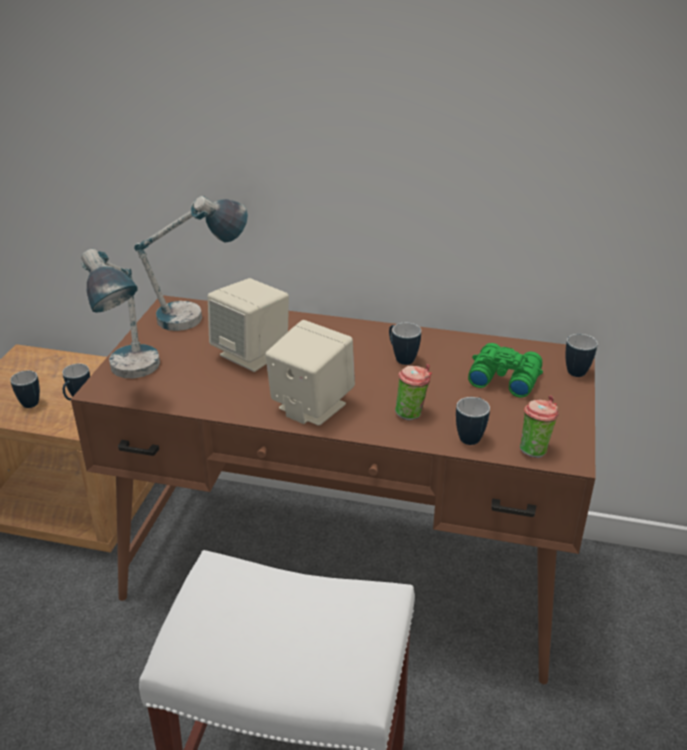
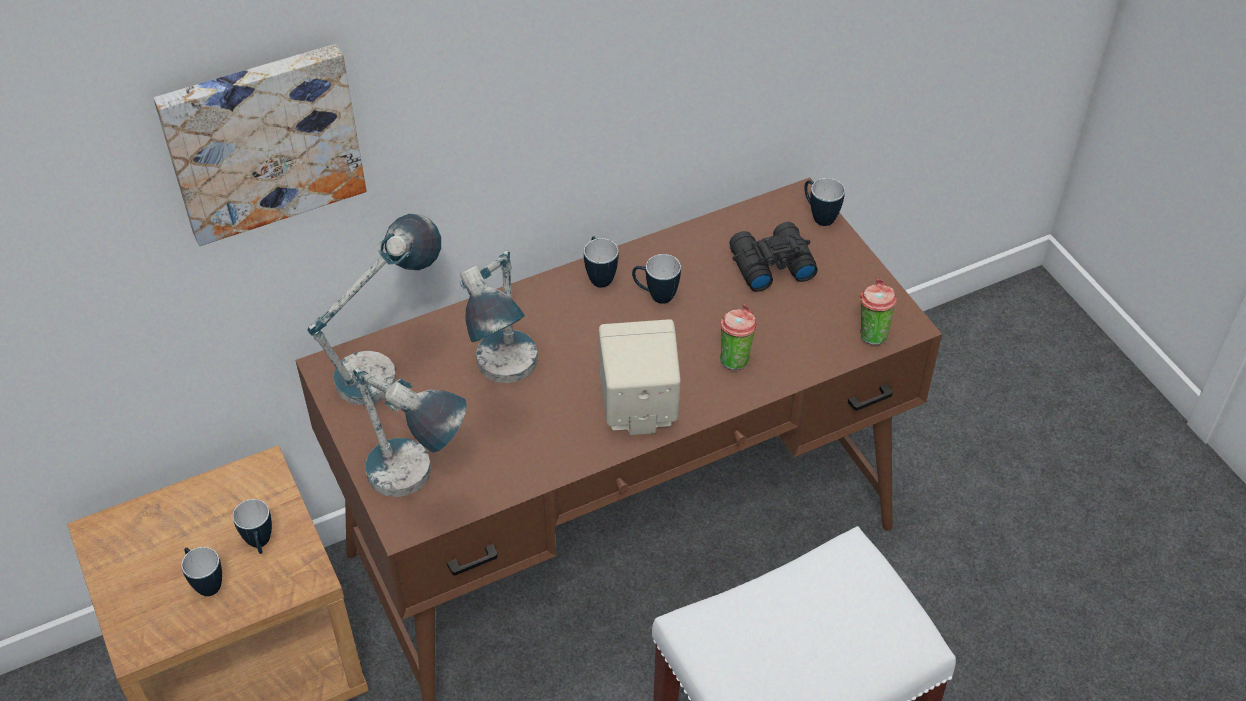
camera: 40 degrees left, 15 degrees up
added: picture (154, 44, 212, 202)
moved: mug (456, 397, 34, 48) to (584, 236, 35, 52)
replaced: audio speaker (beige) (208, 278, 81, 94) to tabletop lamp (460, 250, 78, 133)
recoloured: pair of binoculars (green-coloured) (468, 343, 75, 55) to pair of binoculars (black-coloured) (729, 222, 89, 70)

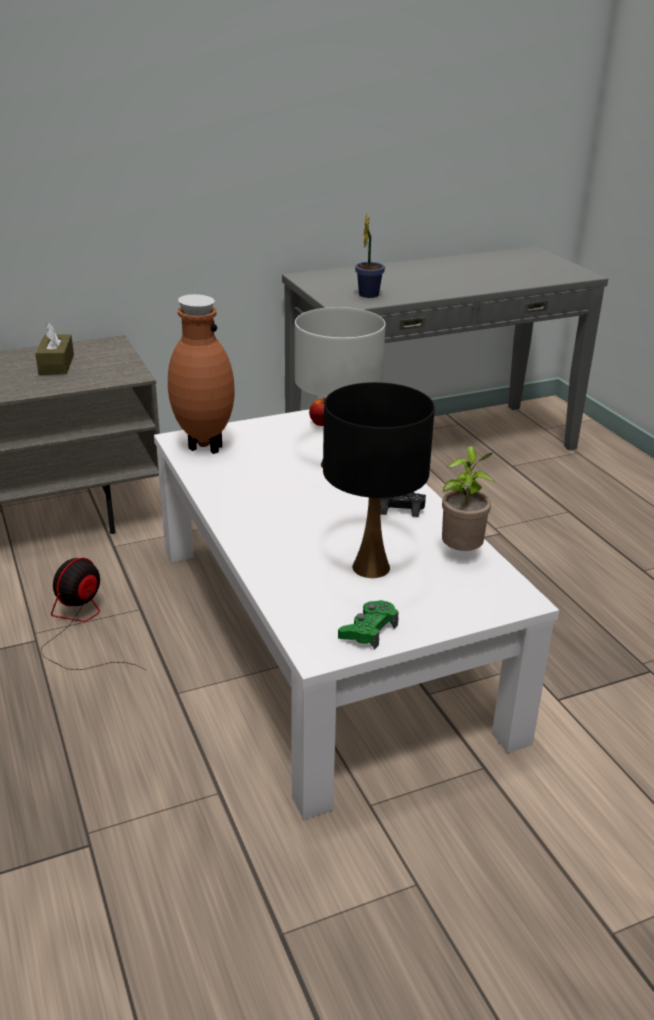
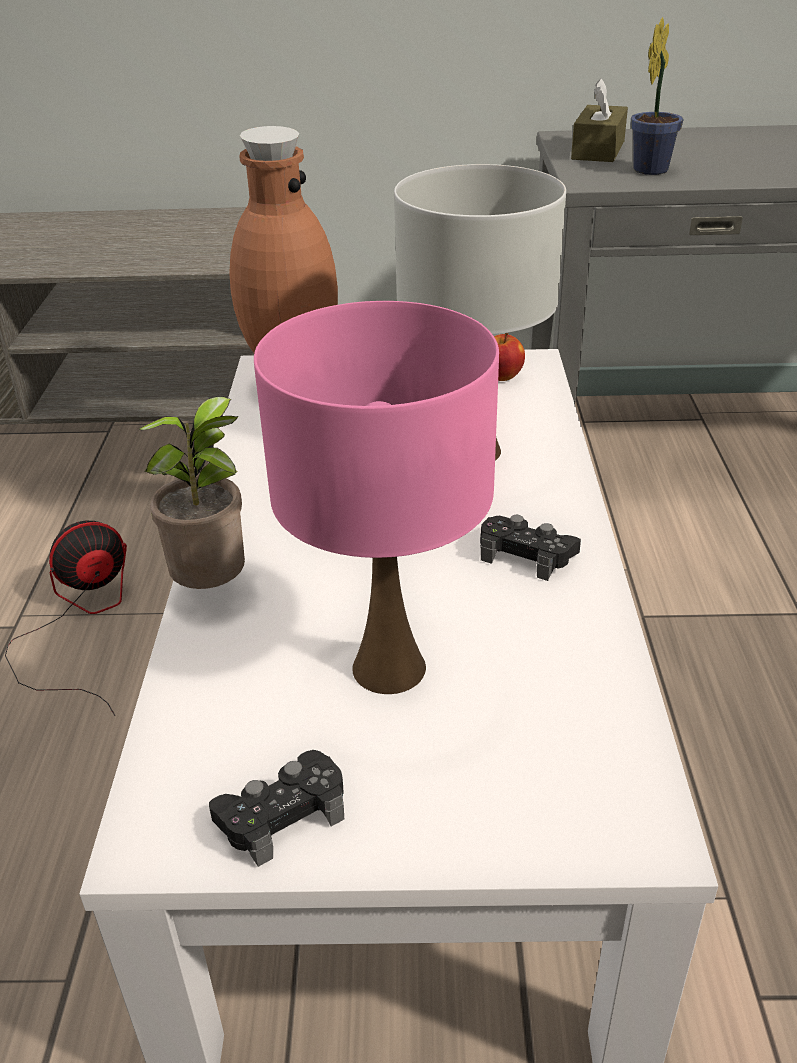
camera: 25 degrees right, 5 degrees up
moved: box of tissues (brown) (35, 322, 39, 53) to (571, 78, 57, 84); plant in a pot (442, 446, 53, 105) to (139, 396, 106, 193)
recoloured: tabletop lamp (black-coloured) (323, 382, 112, 196) to tabletop lamp (pink) (254, 301, 245, 393); joypad (green-coloured) (338, 600, 61, 49) to joypad (black-coloured) (209, 750, 135, 117)

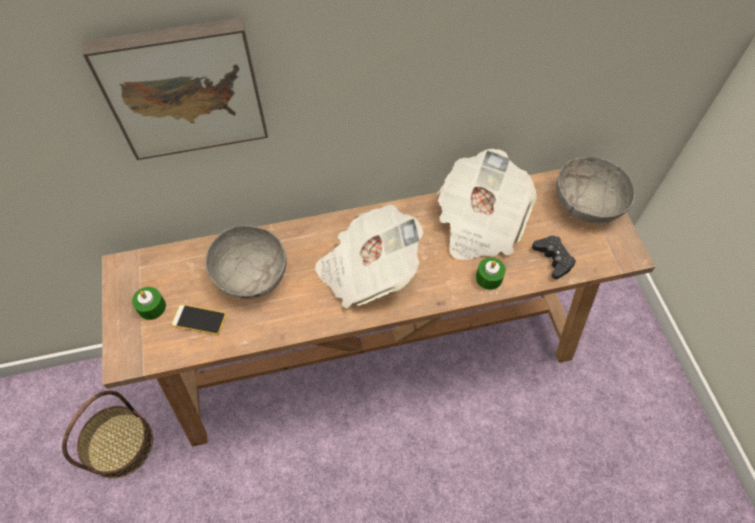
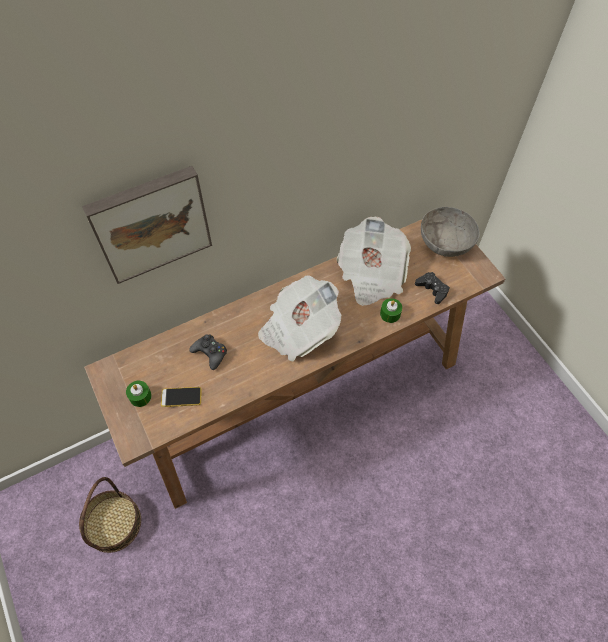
camera: 15 degrees left, 0 degrees up
replaced: serving bowl (grey) (205, 225, 82, 74) to joypad (black-coloured) (189, 334, 38, 36)

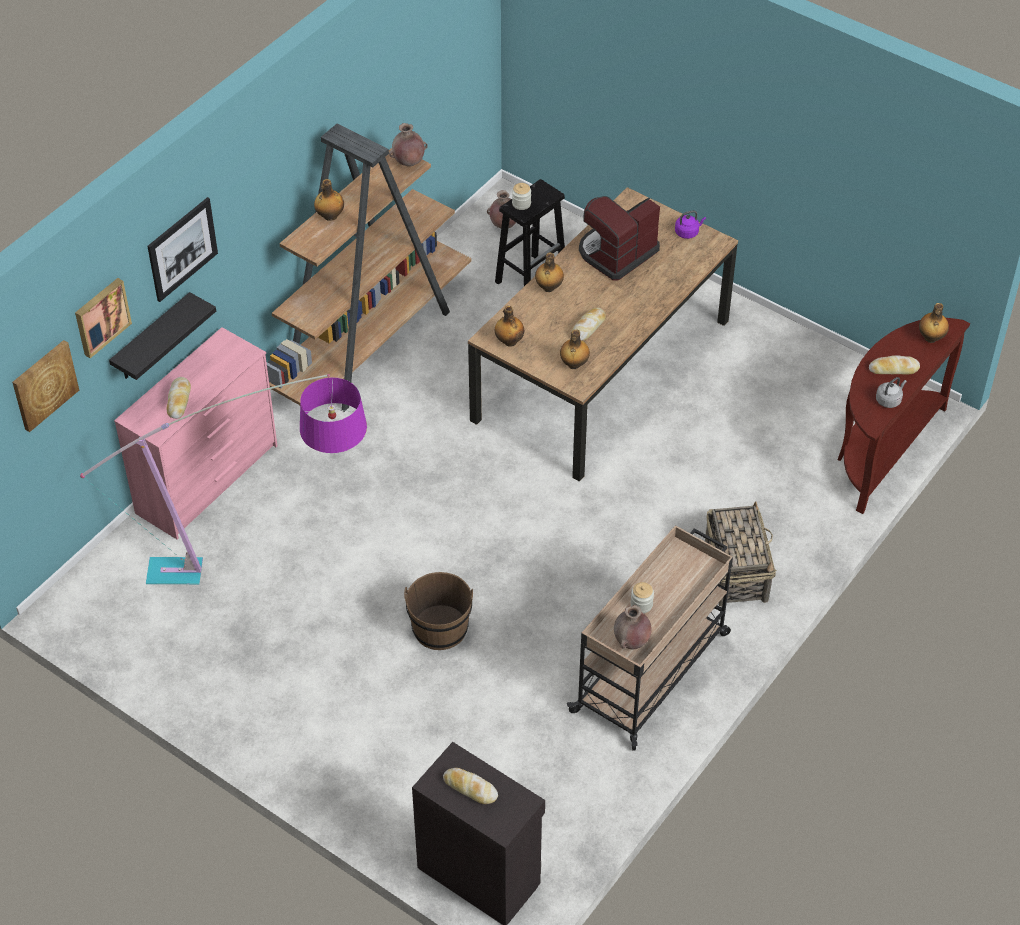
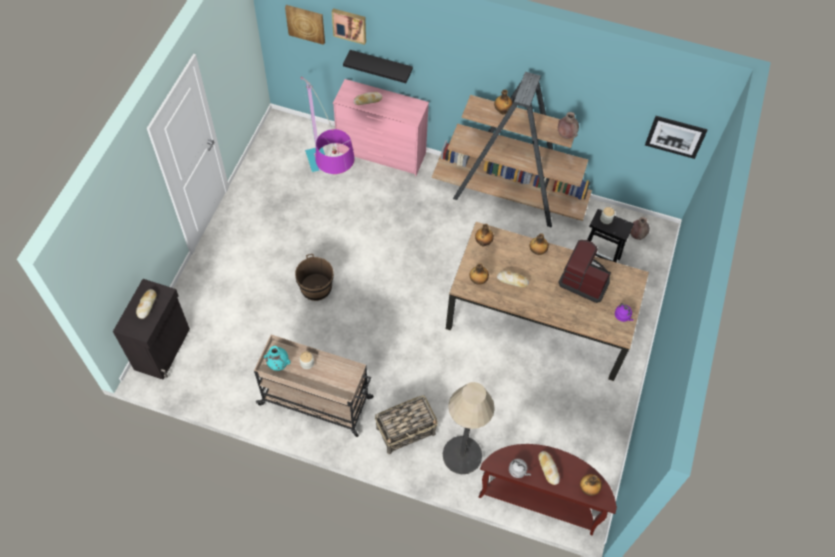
camera: 70 degrees right, 10 degrees up
added: standard lamp (443, 382, 52, 92)
moved: picture (147, 197, 71, 105) to (645, 116, 63, 43)
recoloured: flower vase (brown) (614, 605, 38, 44) to flower vase (blue-green) (264, 346, 27, 25)

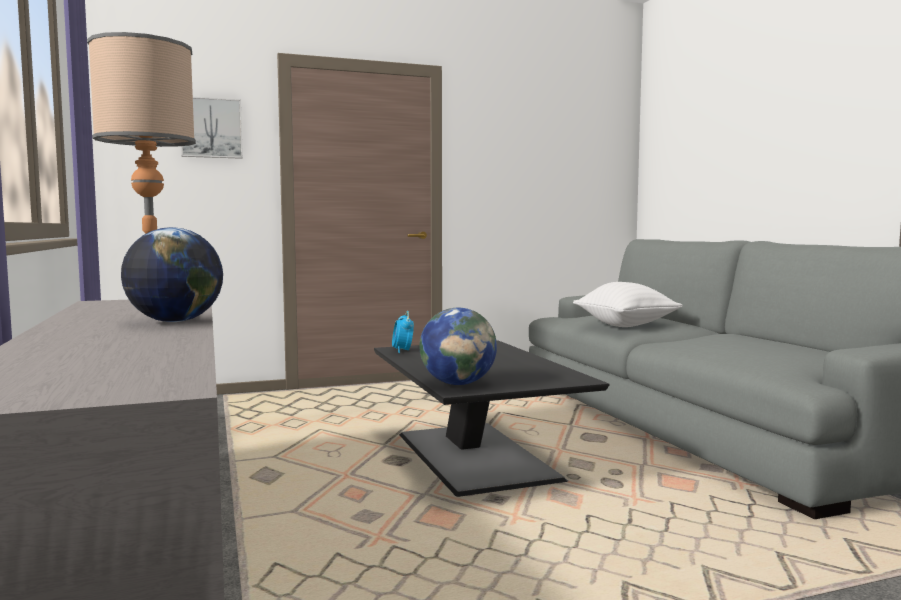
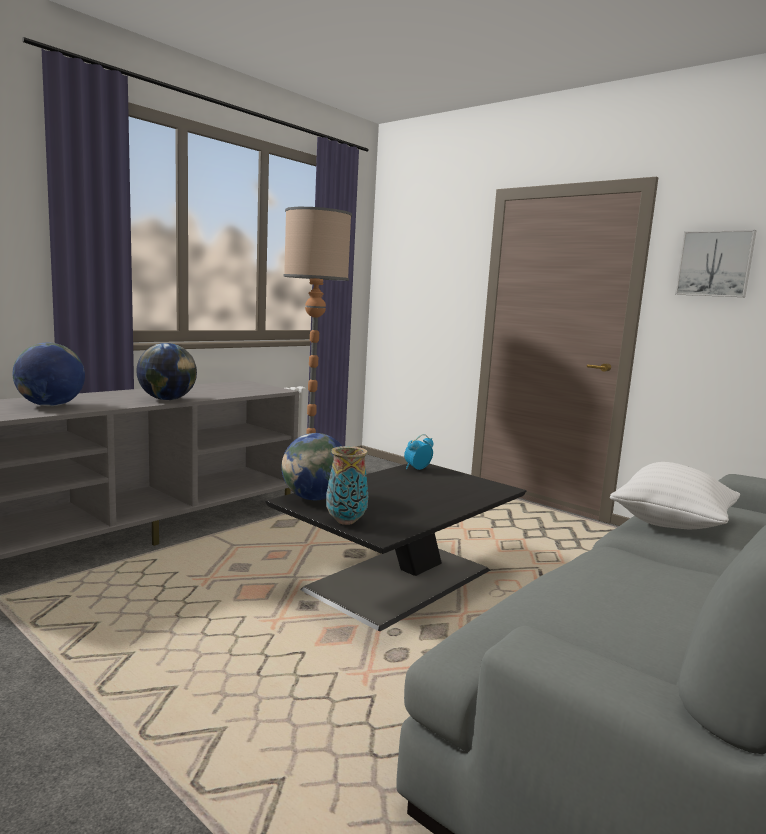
camera: 60 degrees right, 5 degrees up
added: world globe (13, 343, 72, 63); flower vase (326, 446, 42, 79)
moved: picture (181, 97, 62, 62) to (675, 230, 81, 67)

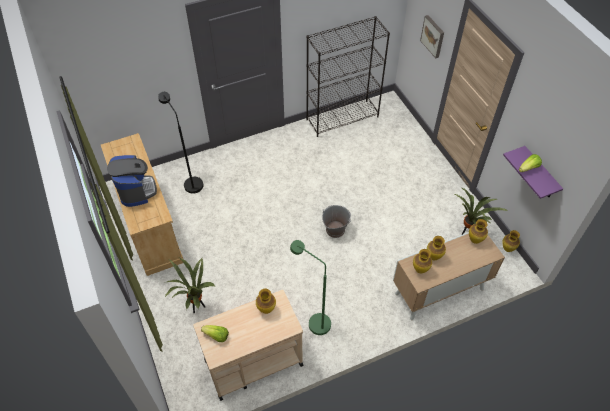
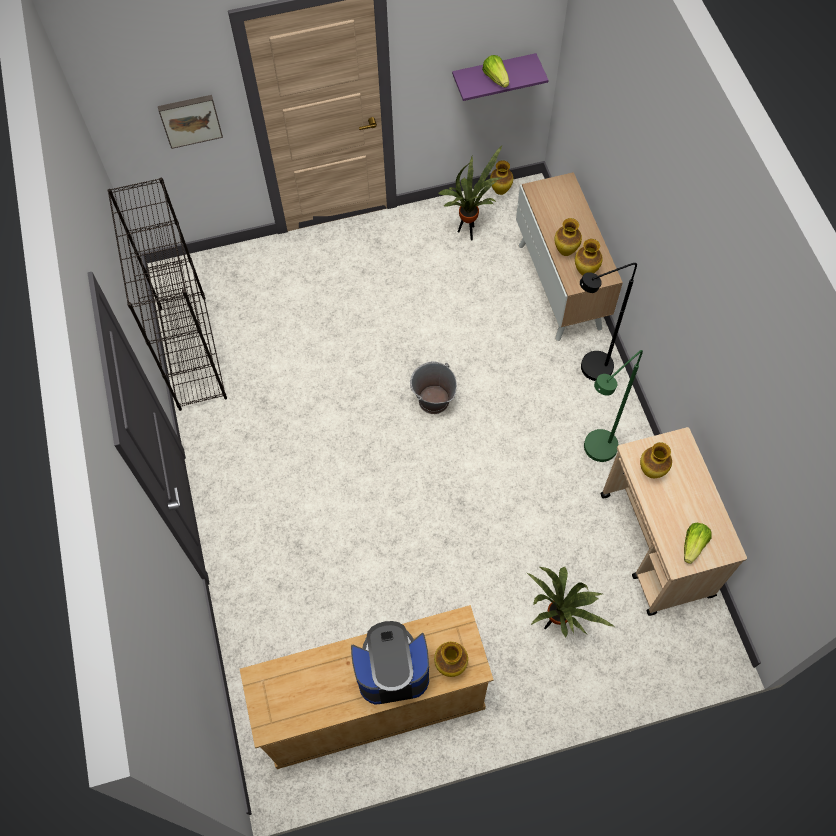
camera: 80 degrees left, 10 degrees up
moved: standard lamp (black-coloured) (158, 92, 46, 102) to (580, 263, 57, 118); flower vase (469, 219, 19, 25) to (434, 642, 34, 35)

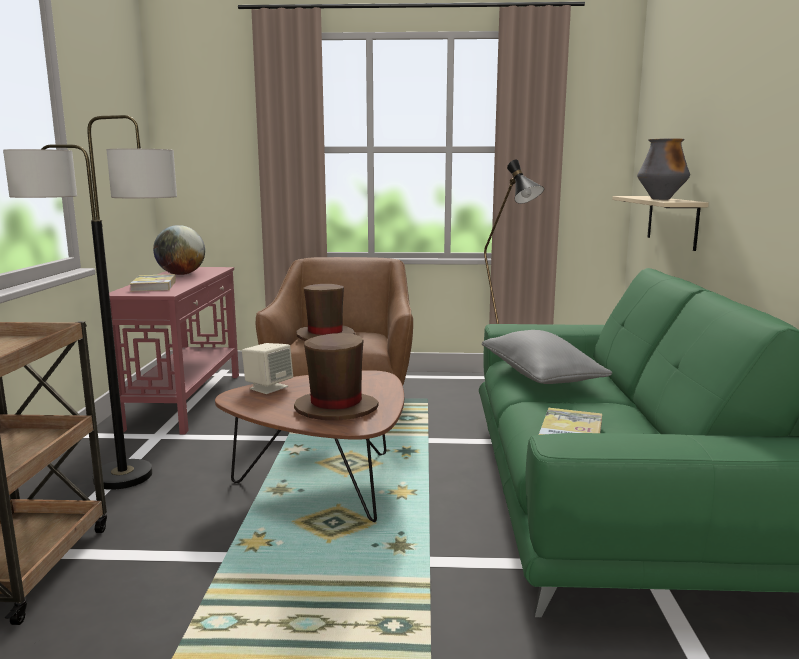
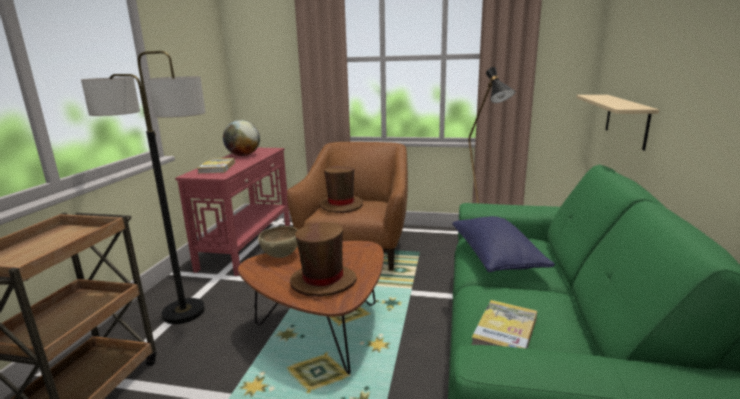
camera: 10 degrees right, 5 degrees up
removed: flower vase (637, 138, 53, 62)
replaced: audio speaker (beige) (242, 343, 51, 51) to serving bowl (brown) (258, 226, 40, 32)
recoloured: pillow (grey) (482, 330, 130, 54) to pillow (blue-coloured) (452, 216, 103, 56)

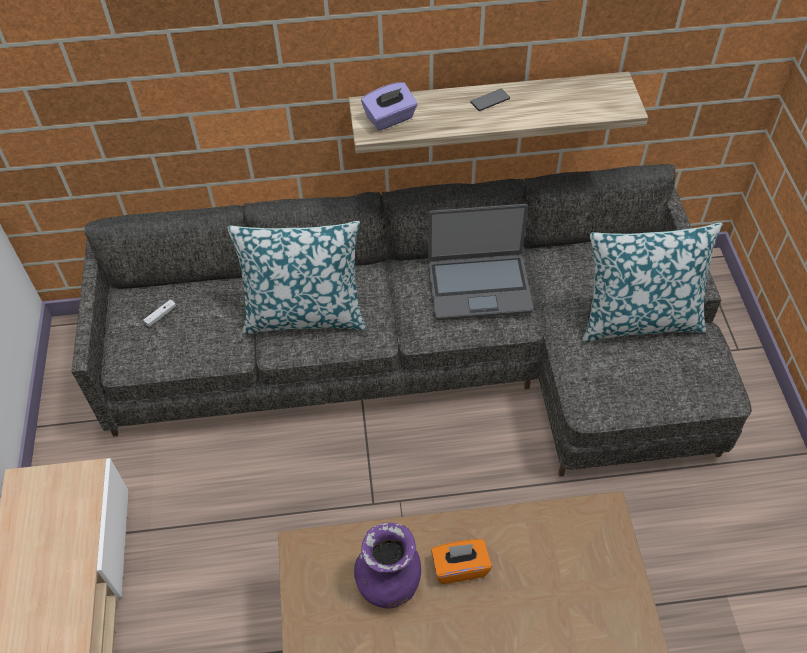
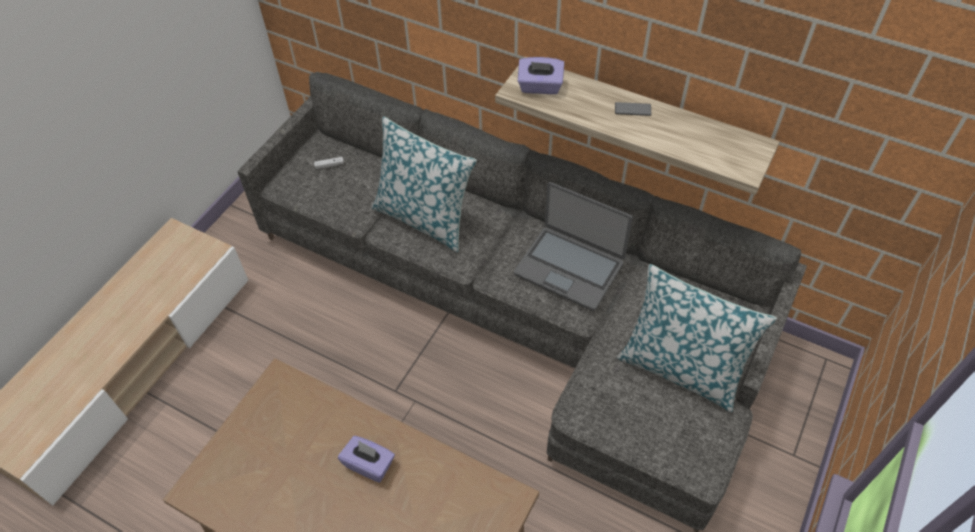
camera: 35 degrees right, 0 degrees up
removed: flower vase (purple-coloured) (354, 523, 67, 86)
recoloured: box of tissues (orange) (431, 539, 61, 45) to box of tissues (purple-coloured) (338, 436, 57, 47)

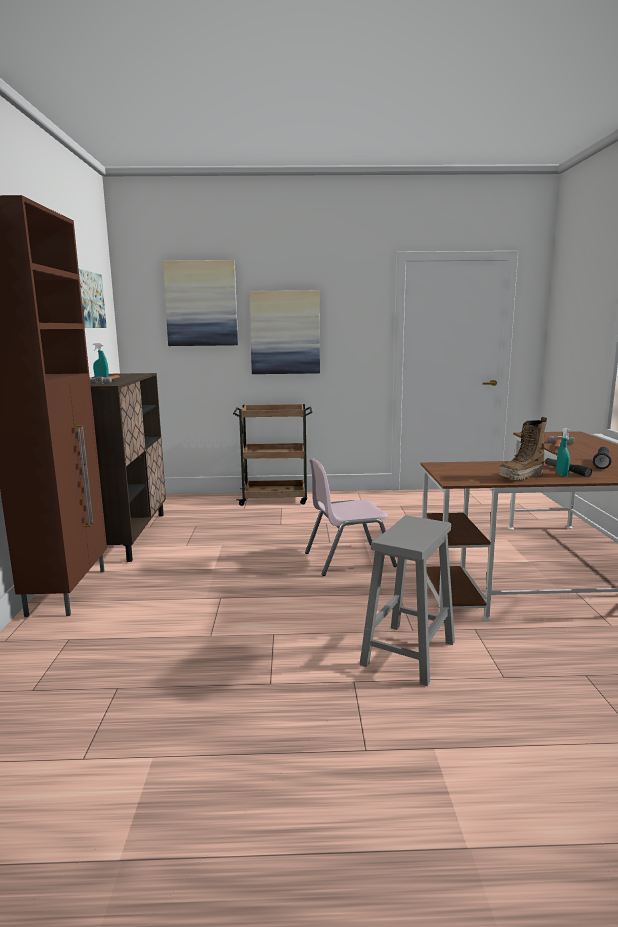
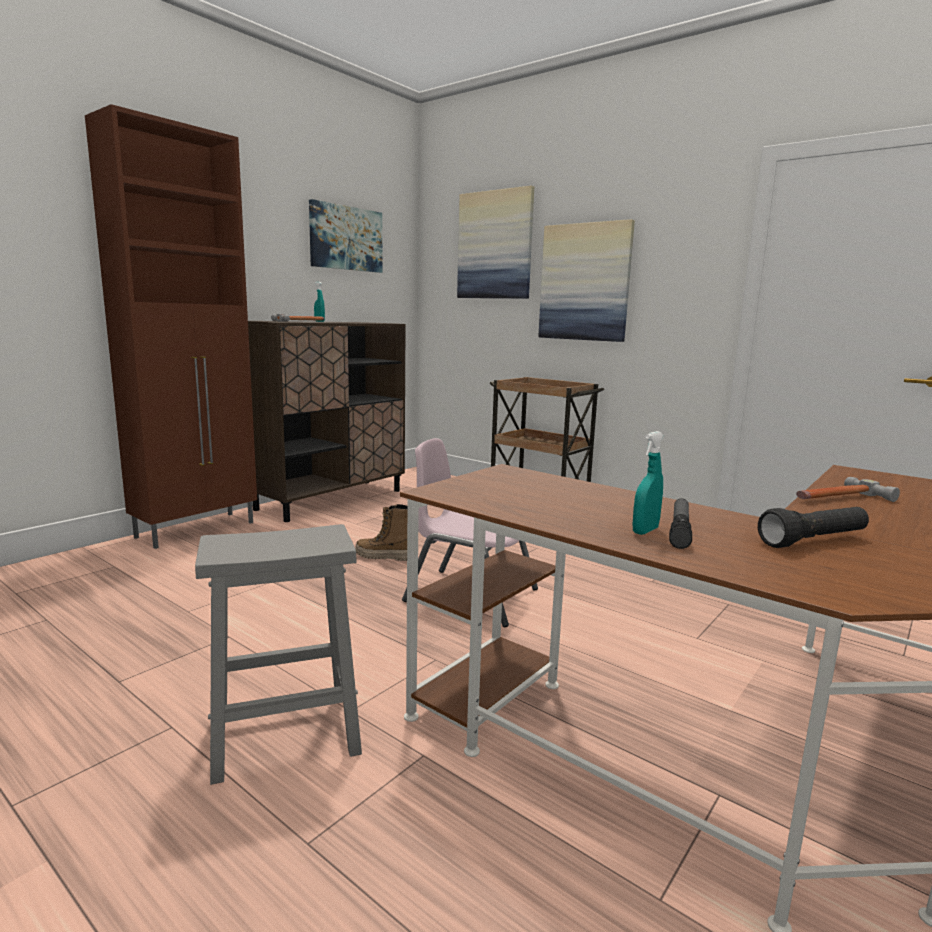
camera: 40 degrees right, 0 degrees up
moved: high-top boot (499, 417, 48, 63) to (356, 504, 51, 57)

